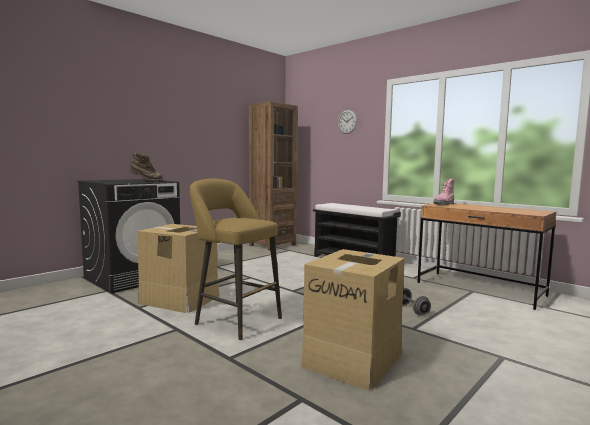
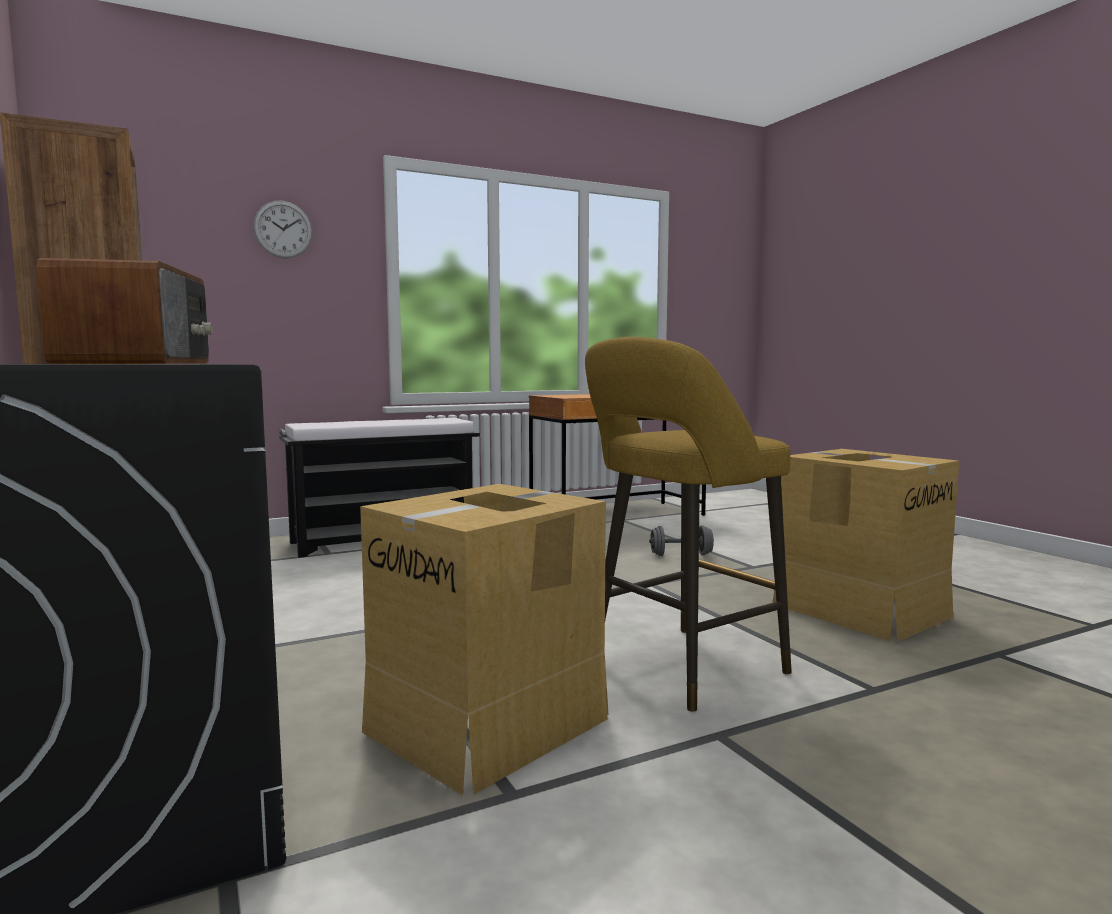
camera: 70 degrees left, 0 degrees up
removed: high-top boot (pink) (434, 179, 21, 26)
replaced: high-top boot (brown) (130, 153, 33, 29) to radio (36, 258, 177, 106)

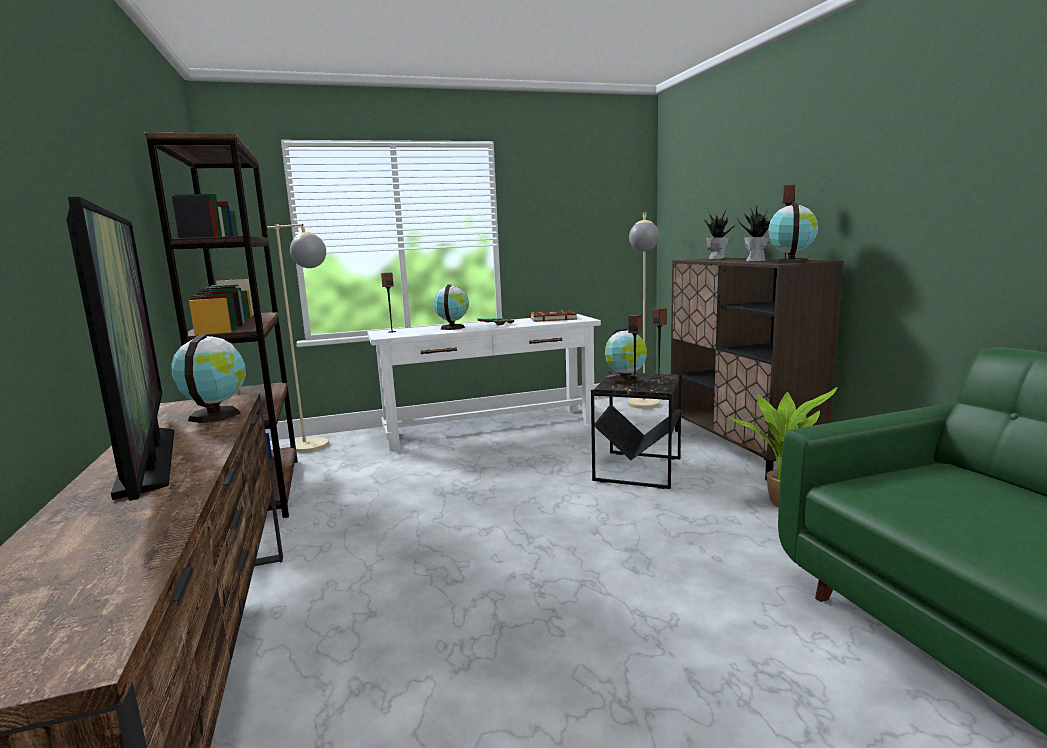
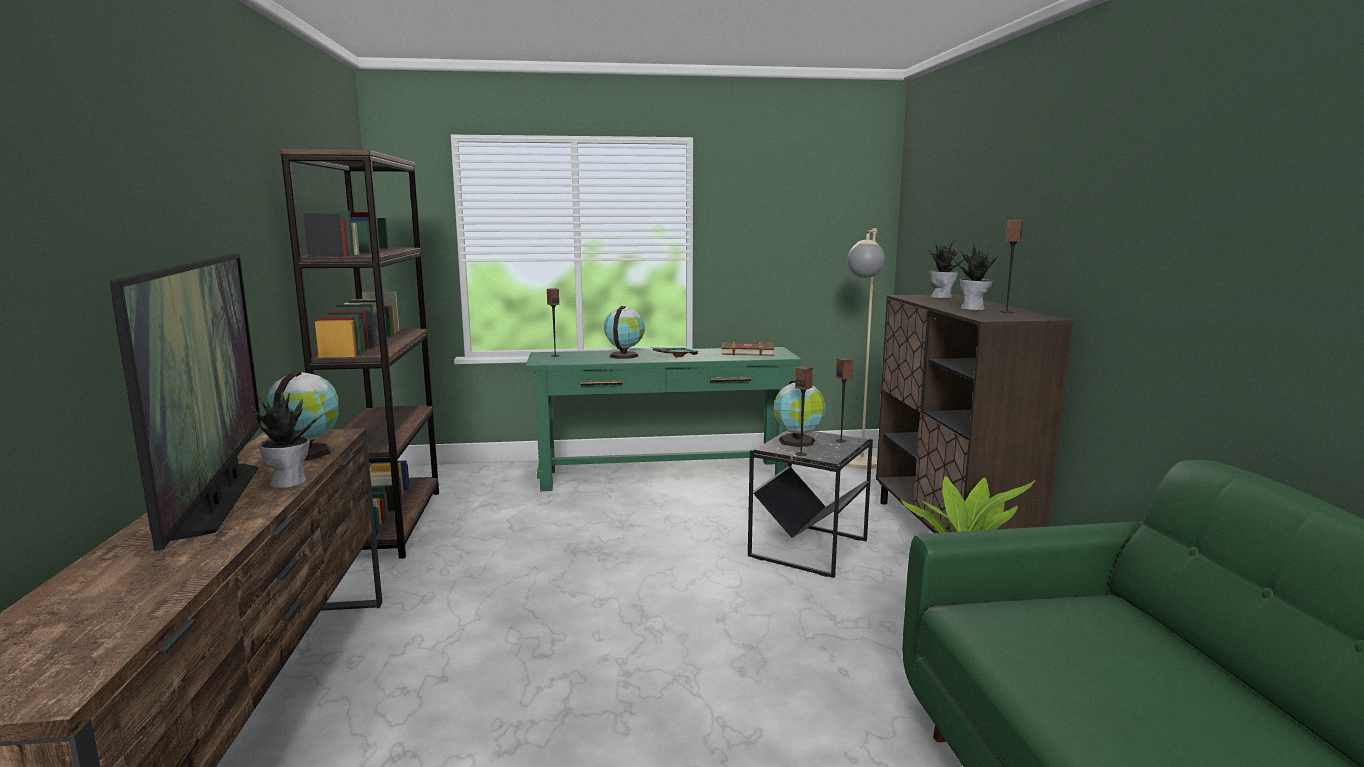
camera: 10 degrees right, 0 degrees up
removed: standard lamp (beige) (267, 224, 62, 229); world globe (768, 203, 50, 60)
added: plant in a pot (249, 389, 77, 99)
recoloured: console table (white) (367, 314, 234, 137) to console table (green-coloured) (525, 347, 277, 144)

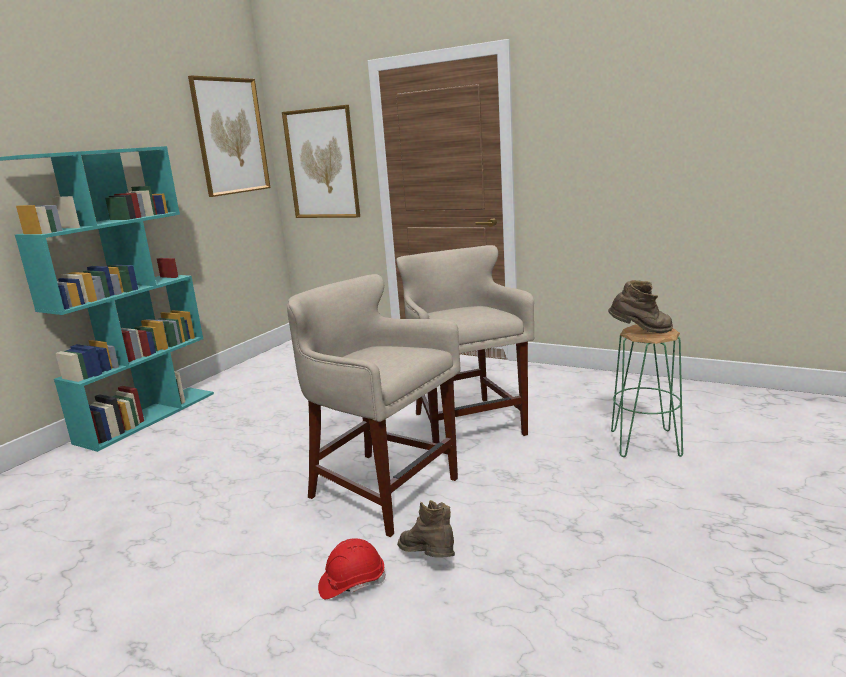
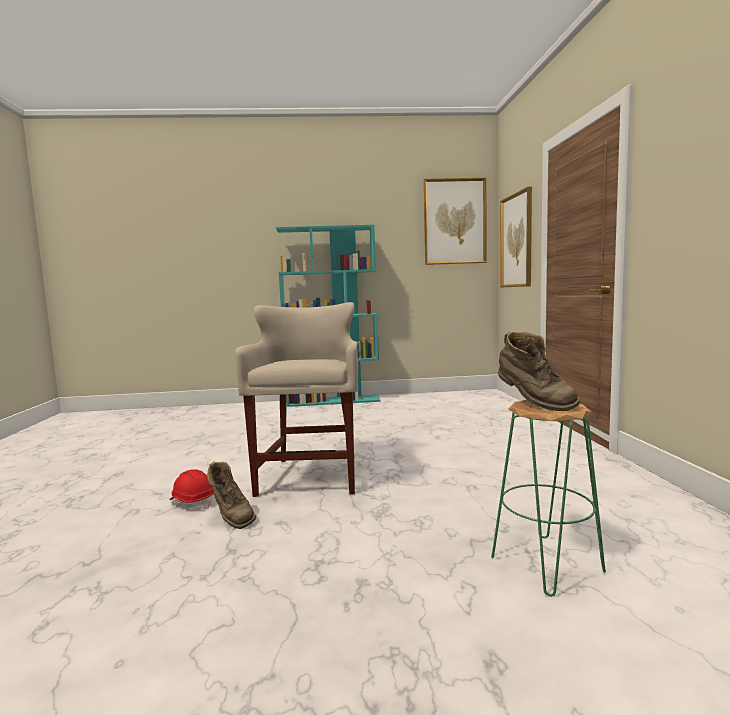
camera: 55 degrees right, 10 degrees down
removed: stool seat (beige) (396, 245, 138, 198)
turned: high-top boot (brown) (397, 500, 58, 58) = (207, 461, 49, 68) 120 degrees clockwise

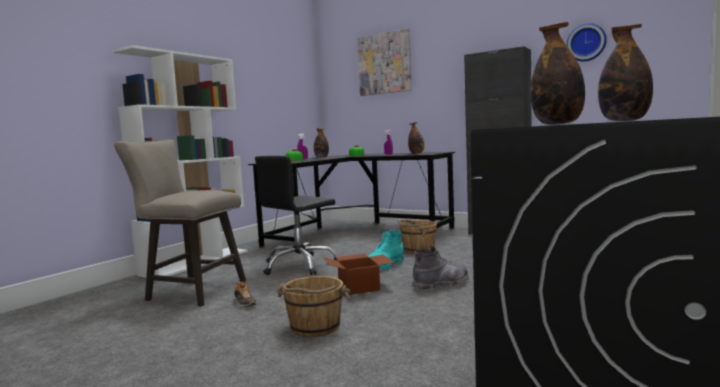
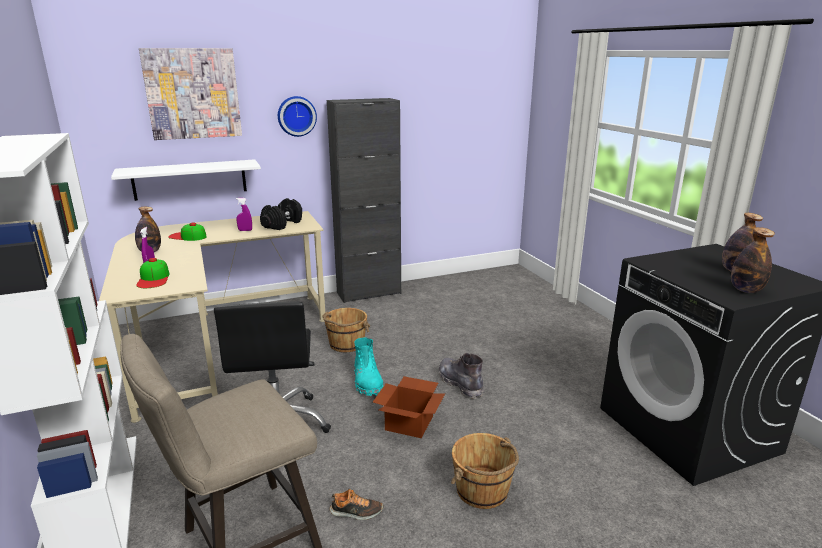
camera: 55 degrees left, 15 degrees up
added: wall shelf (white) (111, 159, 150, 42)
moved: wall clock (566, 23, 41, 38) to (278, 96, 39, 41)
replaced: beverage bottle (408, 122, 16, 32) to dumbbell (black-coloured) (260, 198, 42, 32)
recoloured: desk table (black-coloured) (248, 152, 207, 96) to desk table (beige) (99, 211, 226, 212)
turned: high-top boot (grey) (412, 247, 57, 44) = (439, 353, 45, 46) 45 degrees counterclockwise

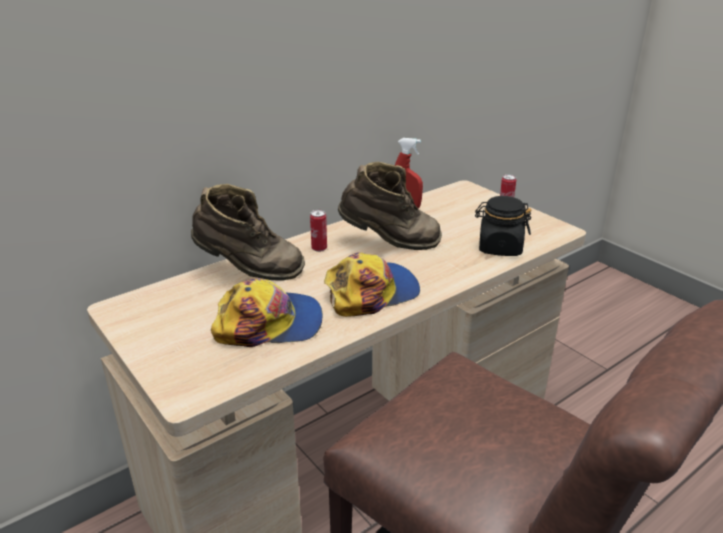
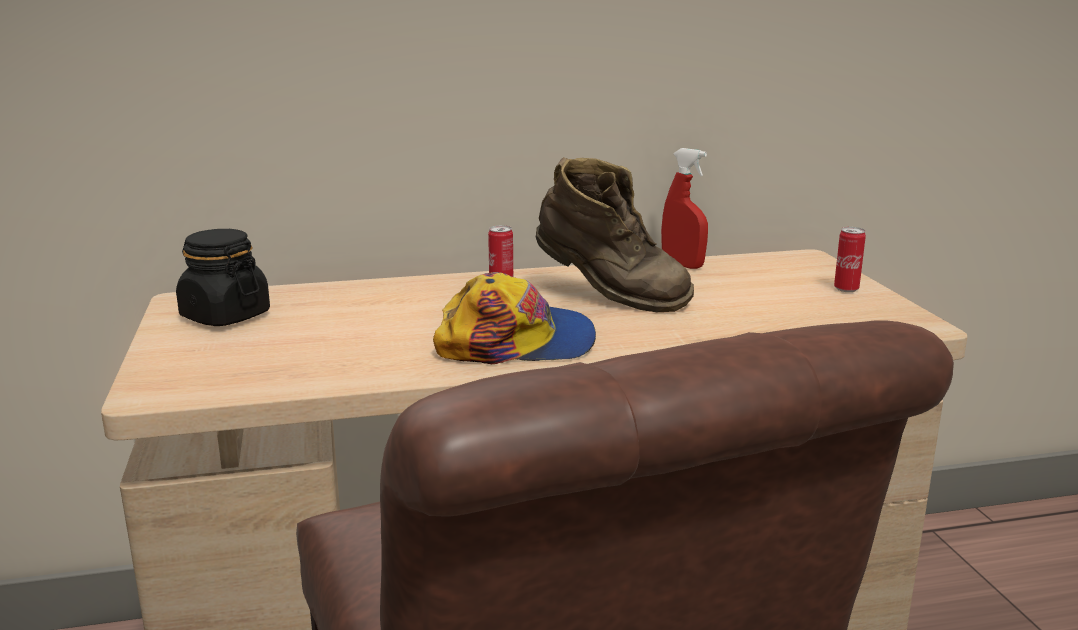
camera: 25 degrees right, 10 degrees down
removed: high-top boot (brown) (191, 184, 114, 97); baseball cap (211, 278, 112, 69)
moved: storage jar (black-coloured) (475, 196, 57, 60) to (176, 229, 94, 97)

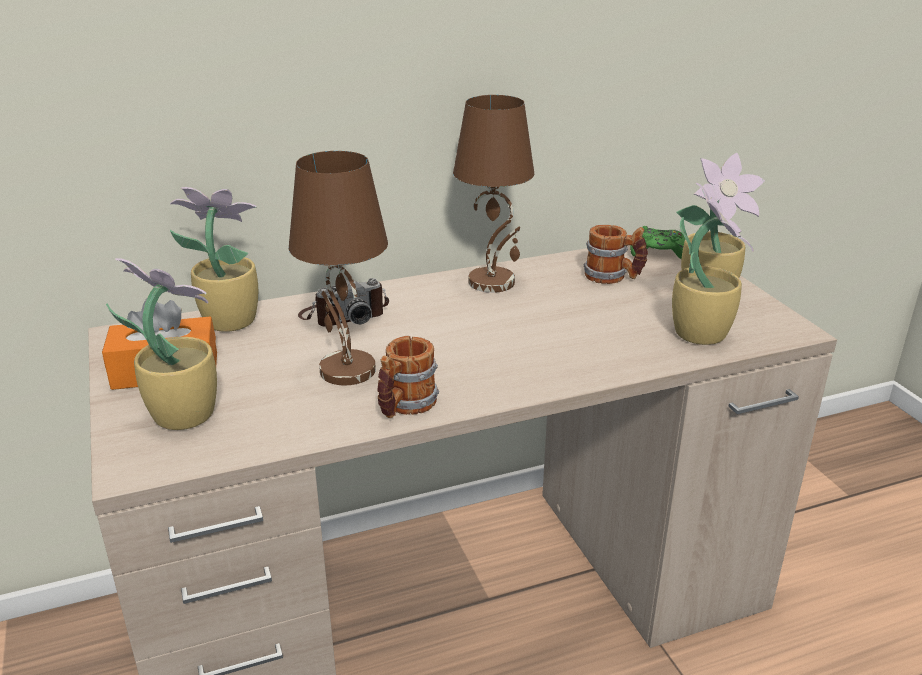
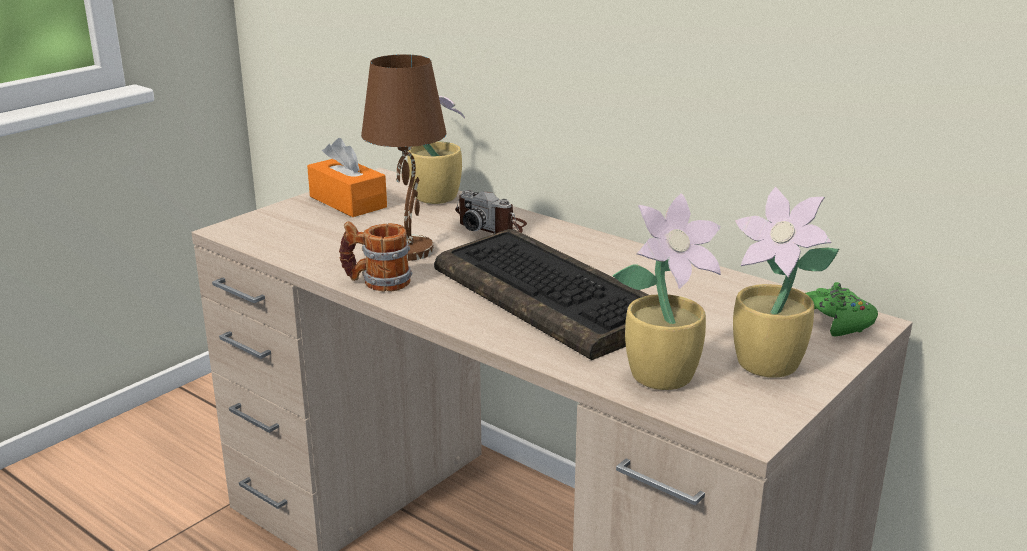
camera: 60 degrees right, 5 degrees down
removed: plant in a pot (106, 258, 111, 172); tabletop lamp (brown) (453, 95, 81, 198); mug (584, 225, 64, 59)
added: keyboard (434, 229, 215, 131)

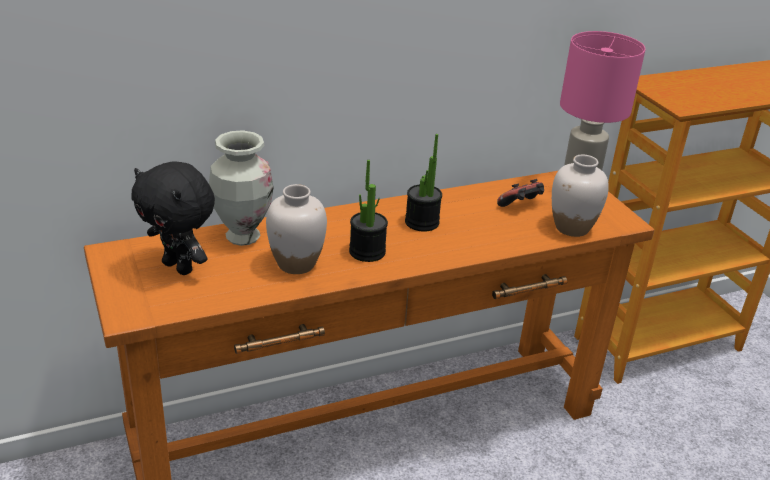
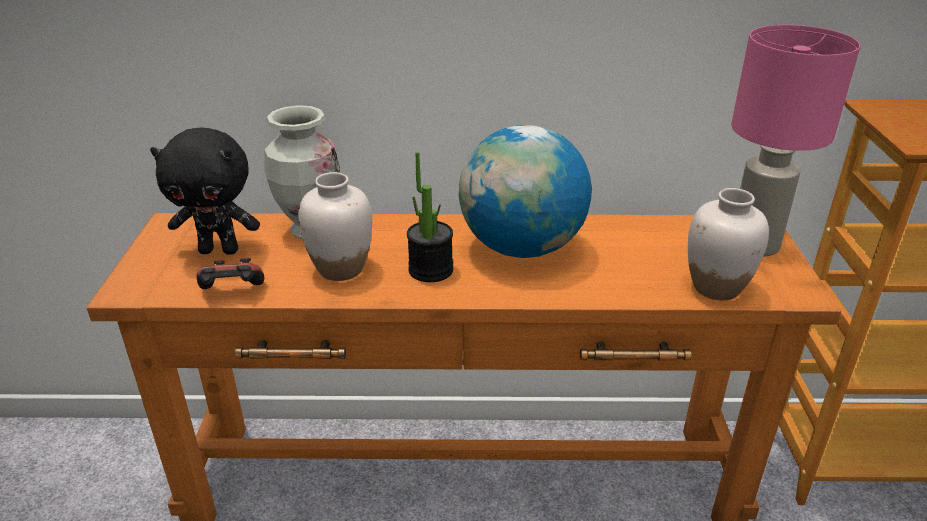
camera: 25 degrees right, 0 degrees up
moved: joypad (497, 179, 47, 28) to (196, 258, 69, 31)
replaced: plant in a pot (405, 134, 37, 98) to world globe (459, 125, 133, 133)
turned: plush toy (black-coloured) (131, 161, 84, 114) = (150, 128, 110, 127) 60 degrees counterclockwise

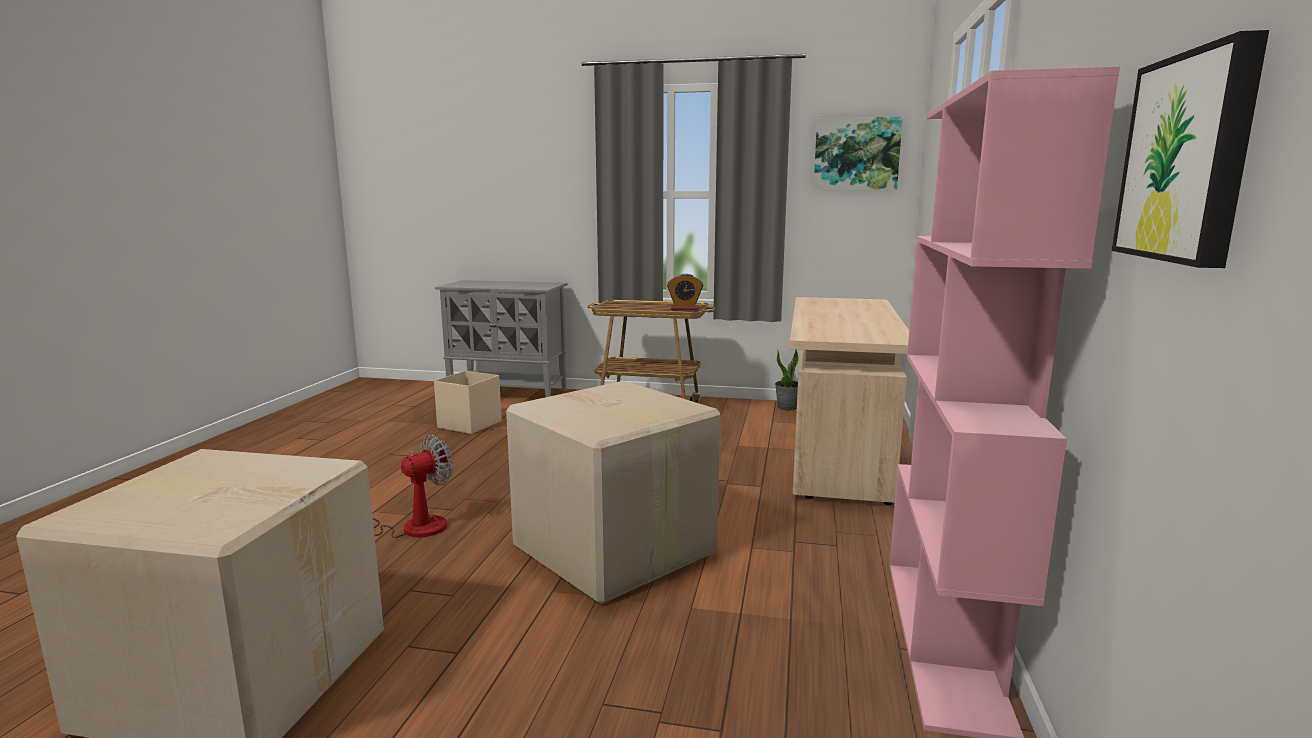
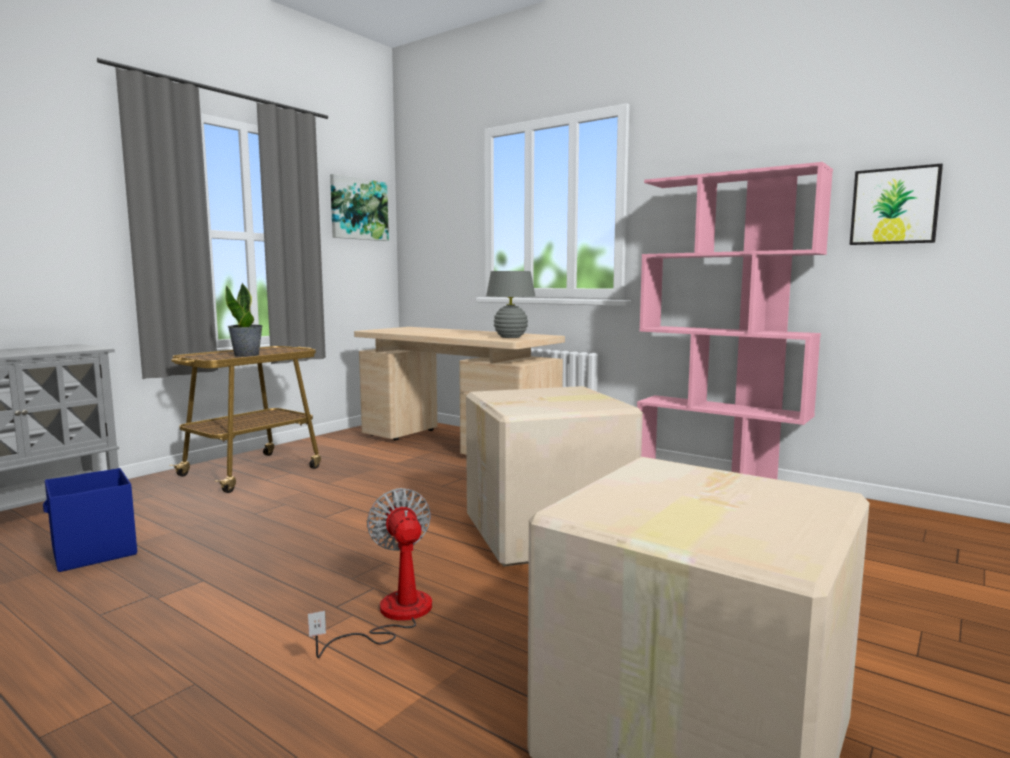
camera: 65 degrees left, 5 degrees down
removed: bedside clock (667, 274, 36, 36)
added: tabletop lamp (grey) (486, 271, 49, 67)
moved: plant in a pot (775, 349, 24, 61) to (225, 282, 38, 75)
recoloured: storage container (beige) (434, 371, 68, 63) to storage container (blue-coloured) (43, 468, 94, 104)

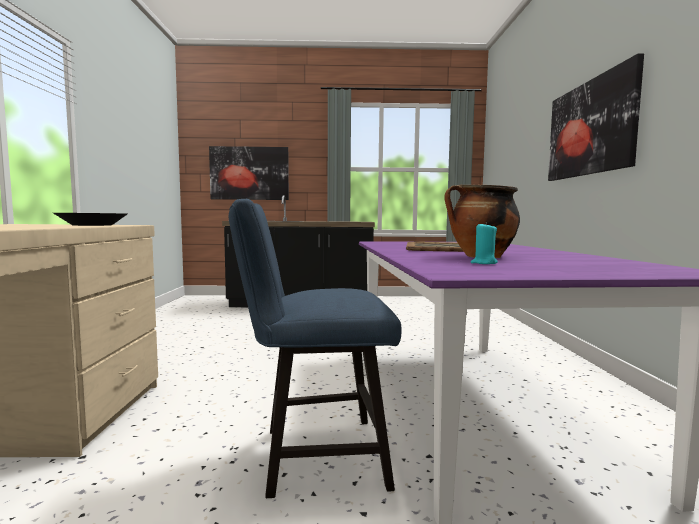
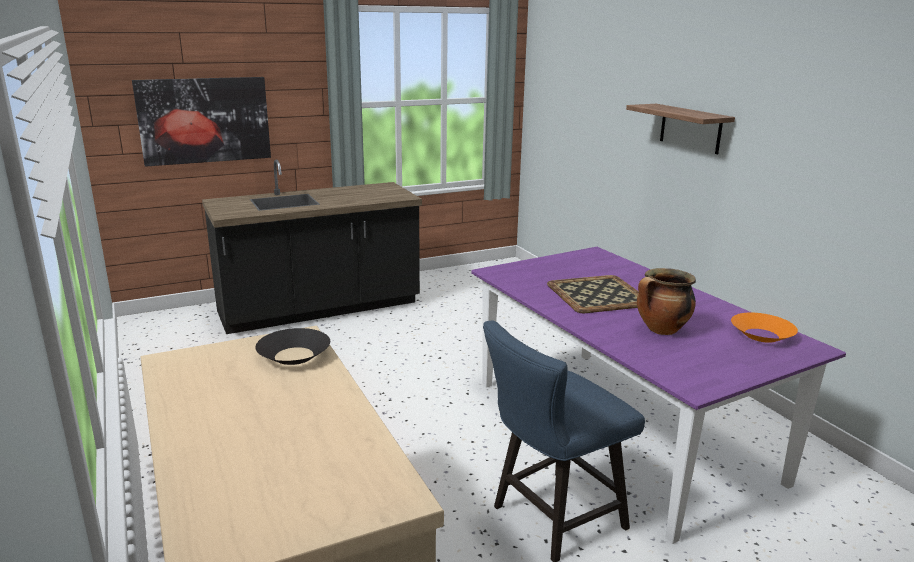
camera: 25 degrees left, 15 degrees up
removed: wax candle (blue-green) (471, 222, 27, 42)
added: serving bowl (orange) (731, 313, 67, 30)
replaced: picture (548, 53, 96, 128) to wall shelf (626, 104, 109, 50)

